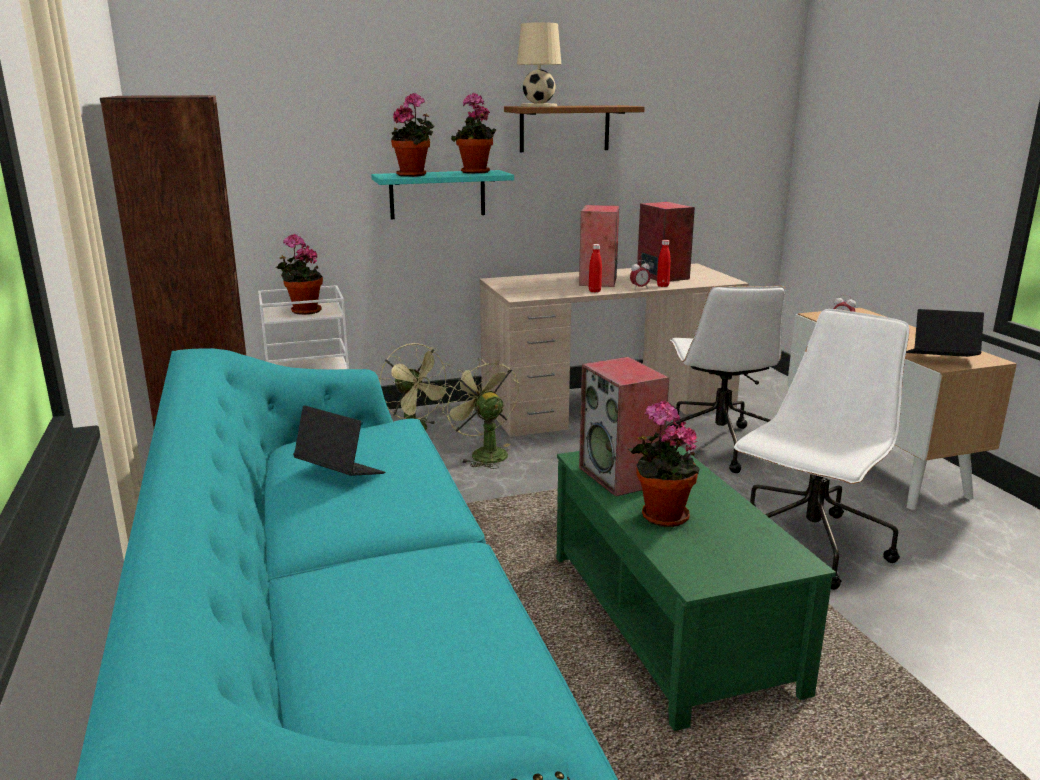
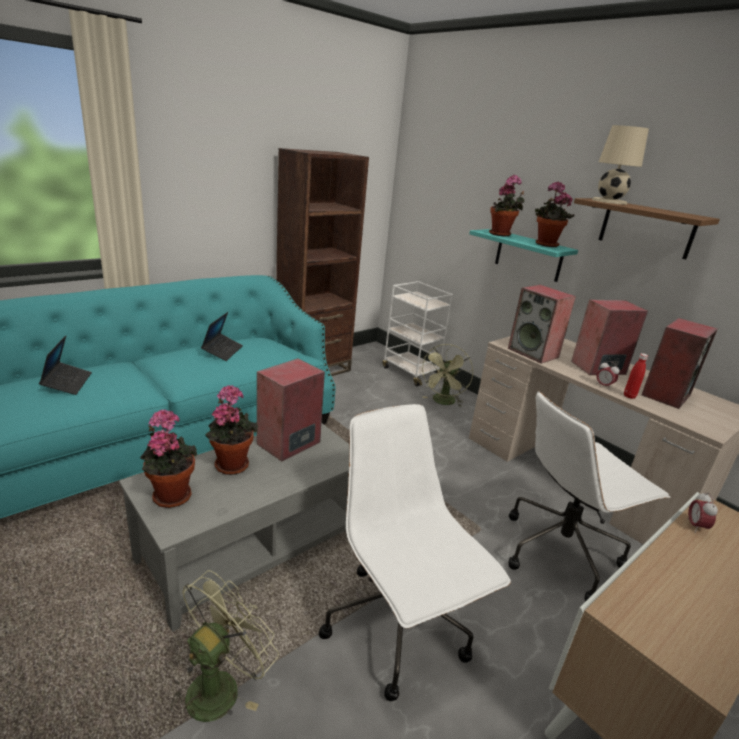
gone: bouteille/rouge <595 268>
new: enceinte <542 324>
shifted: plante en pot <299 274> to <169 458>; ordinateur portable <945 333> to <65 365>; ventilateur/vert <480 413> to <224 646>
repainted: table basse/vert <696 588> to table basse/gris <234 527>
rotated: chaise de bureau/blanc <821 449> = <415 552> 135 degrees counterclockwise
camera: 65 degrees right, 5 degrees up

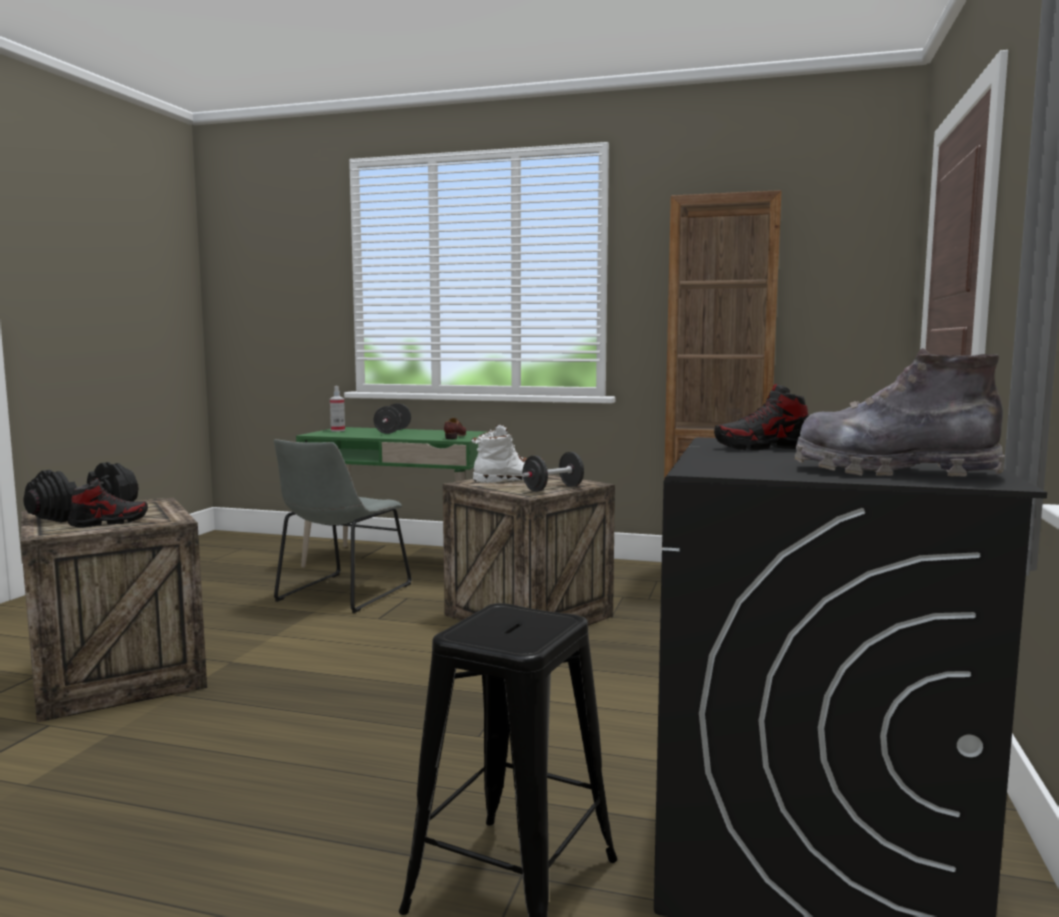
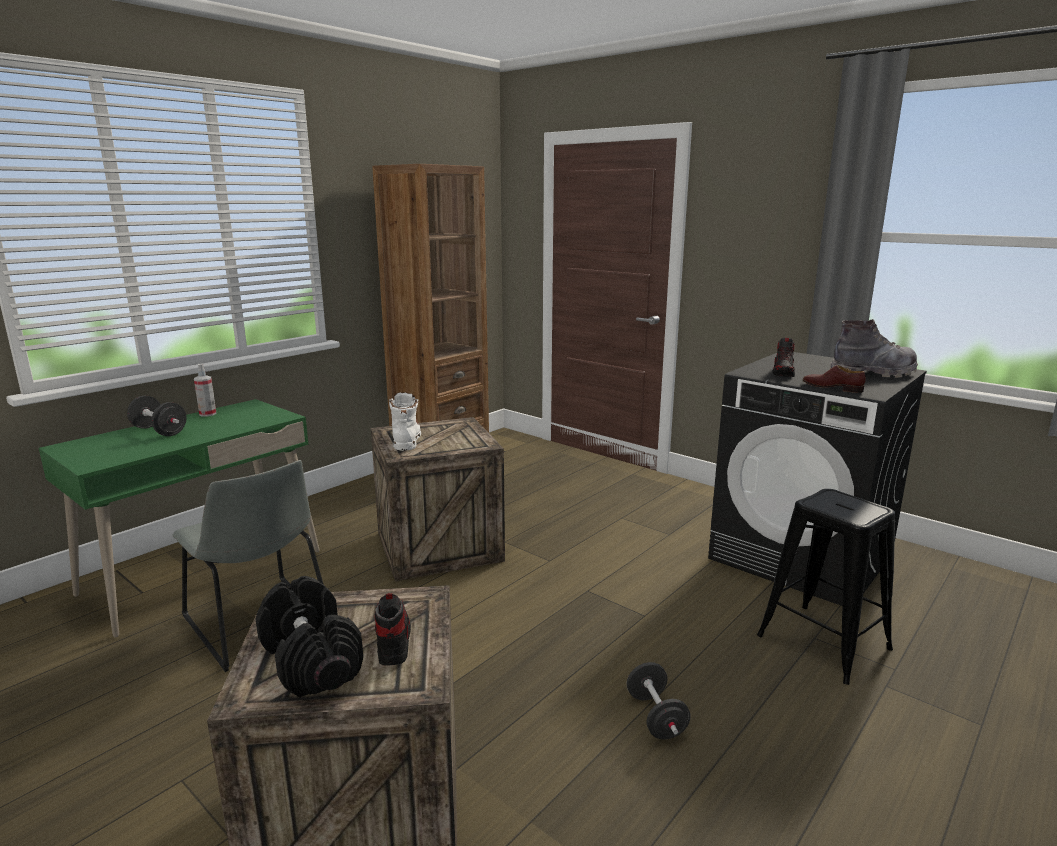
shifted: vaporisateur <337 409> to <205 390>; chaussure/marron <455 428> to <834 379>; haltère/noir <553 472> to <659 700>
rotated: botte/gris <900 412> = <874 348> 135 degrees counterclockwise
camera: 65 degrees left, 10 degrees up

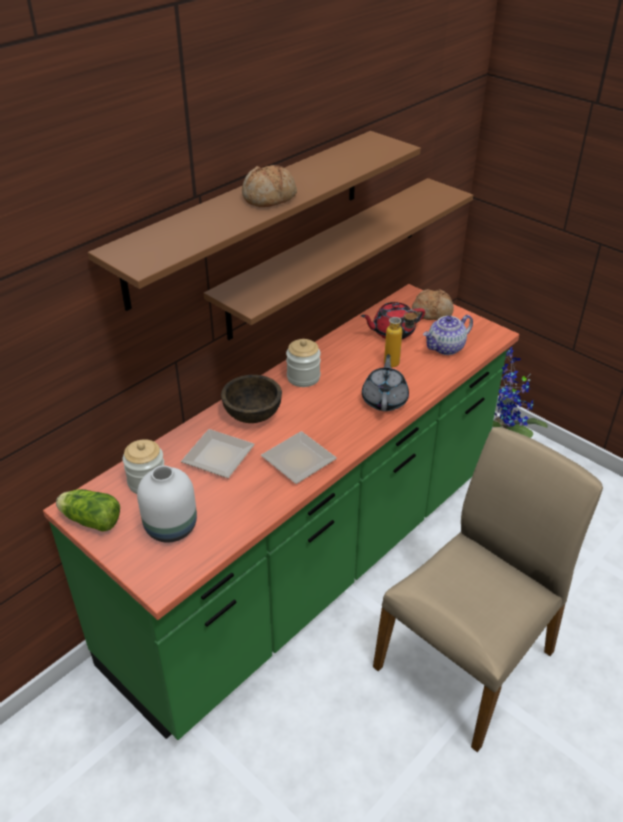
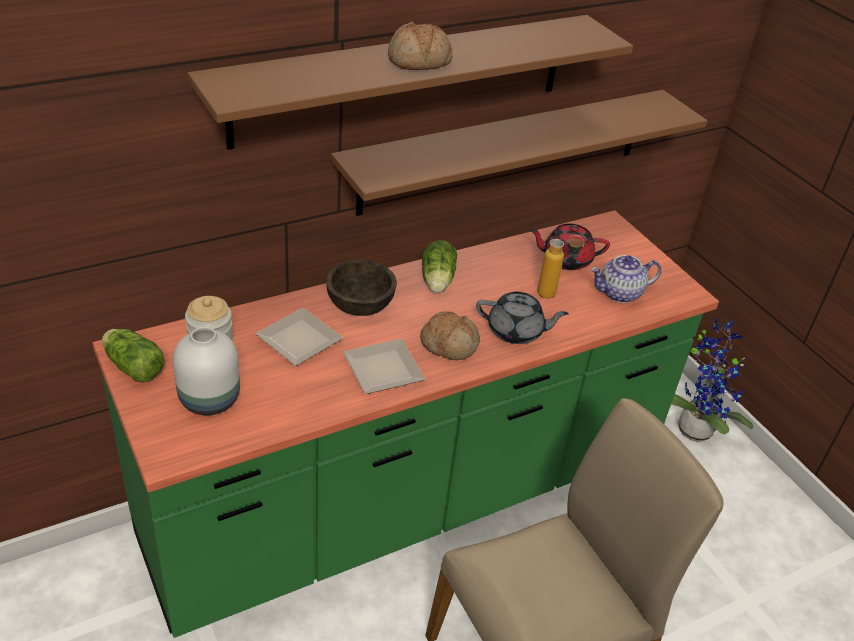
shifted: pain <433 304> to <450 335>
swapped: bocal <303 363> to laitue <440 266>
rotated: théière/gris <385 382> = <522 318> 75 degrees clockwise
camera: 15 degrees right, 0 degrees up

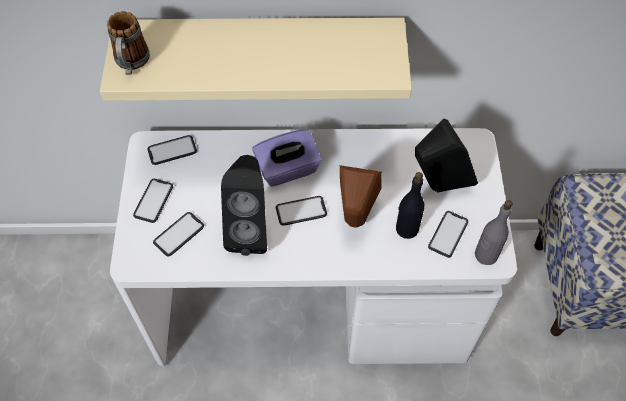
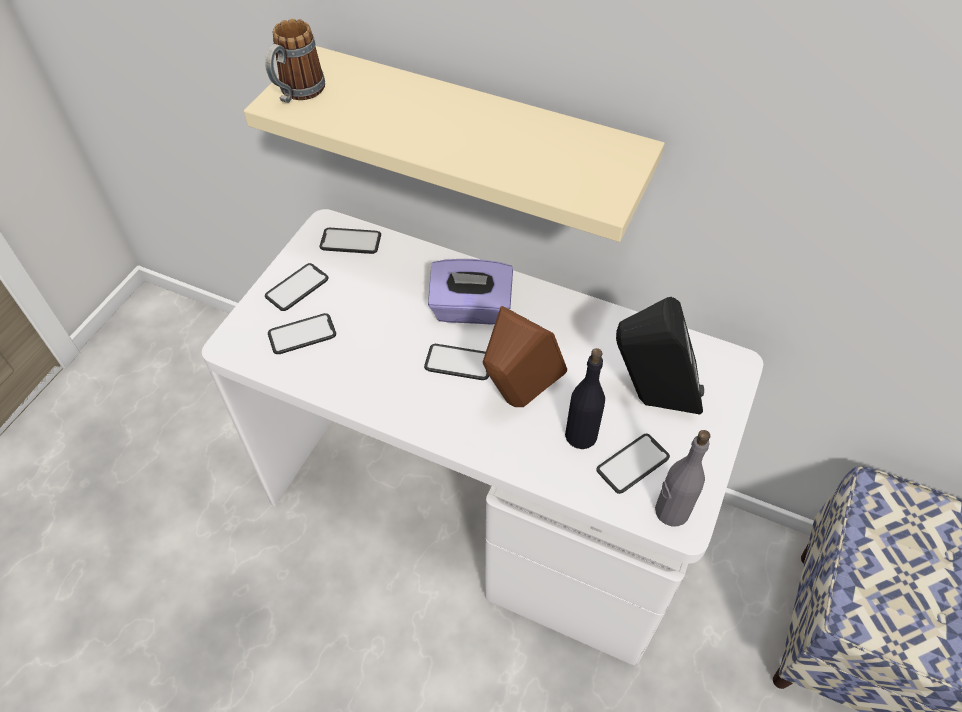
gone: enceinte/noir <244 205>
camera: 25 degrees right, 5 degrees down

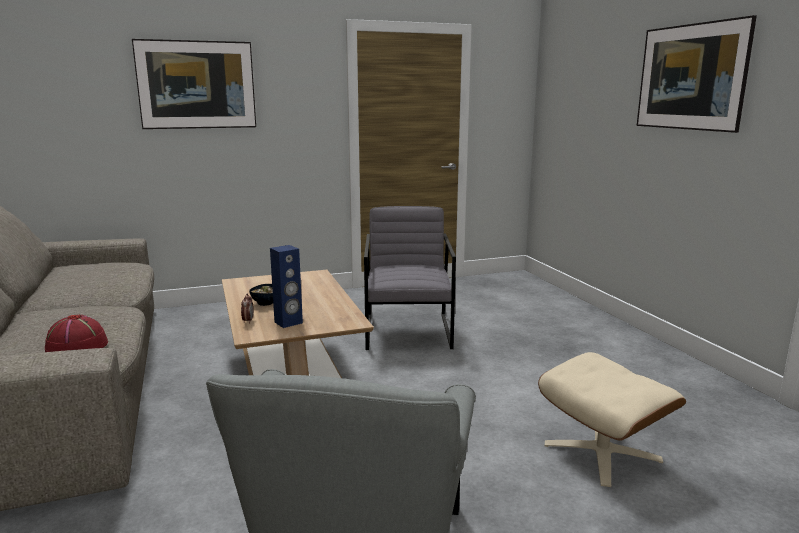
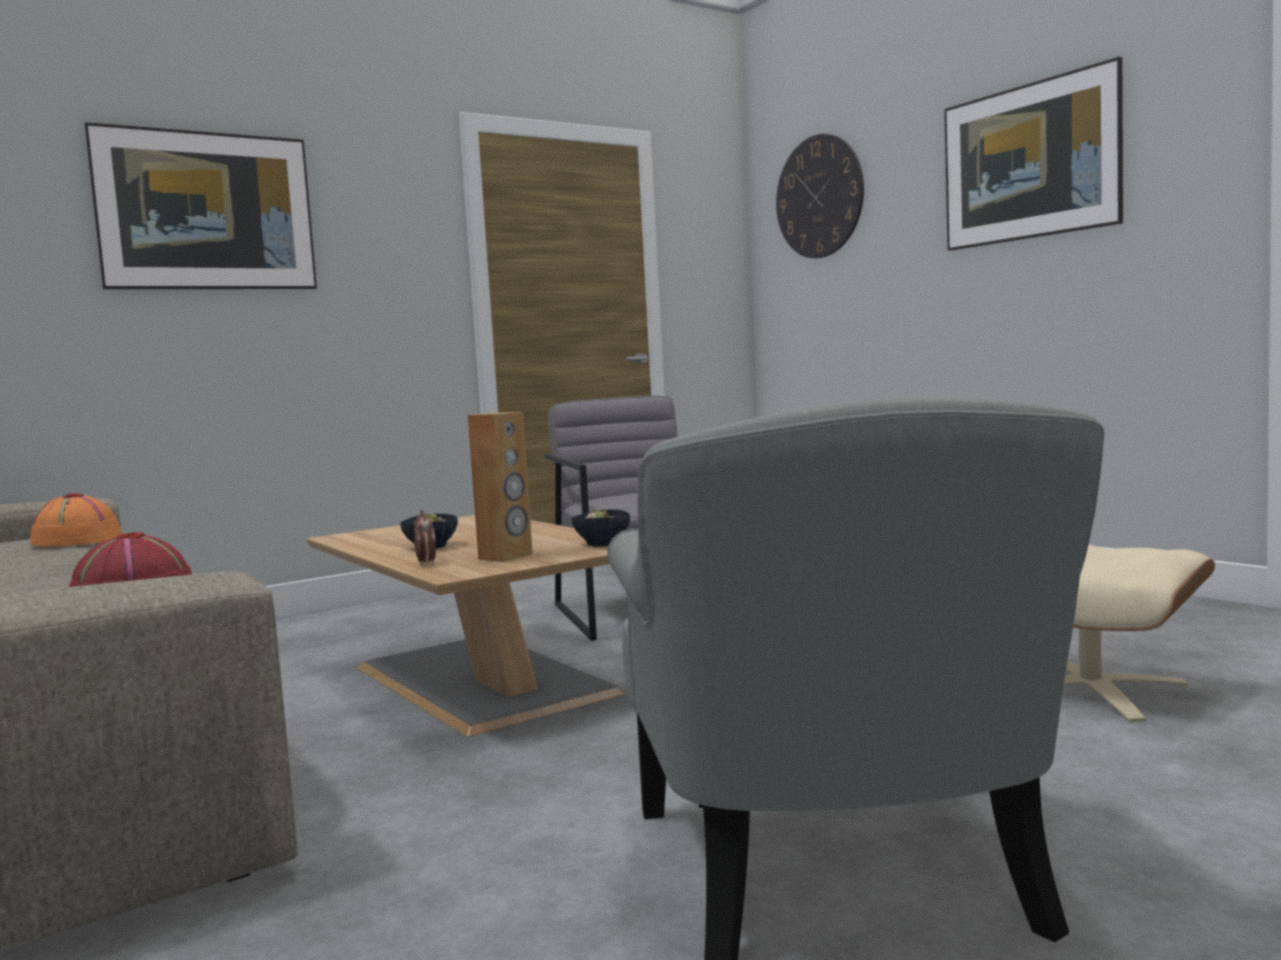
new: horloge murale <820 196>; chapeau/orange <76 519>; bol <600 527>
repainted: enceinte/bleu <286 286> to enceinte/marron <500 487>
camera: 15 degrees left, 10 degrees down

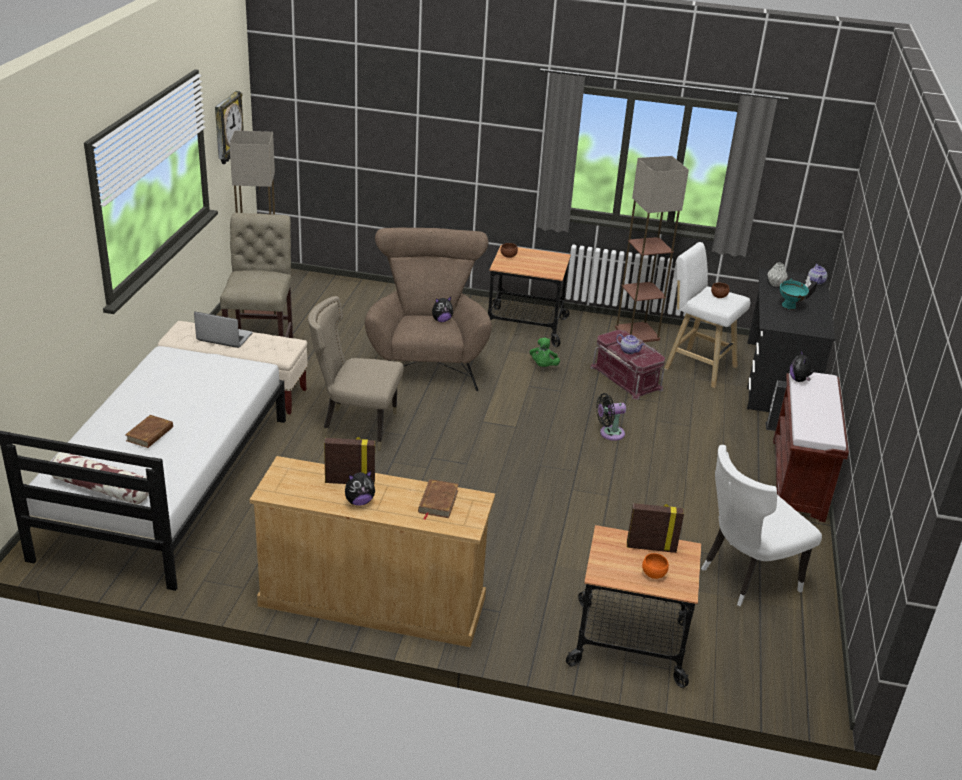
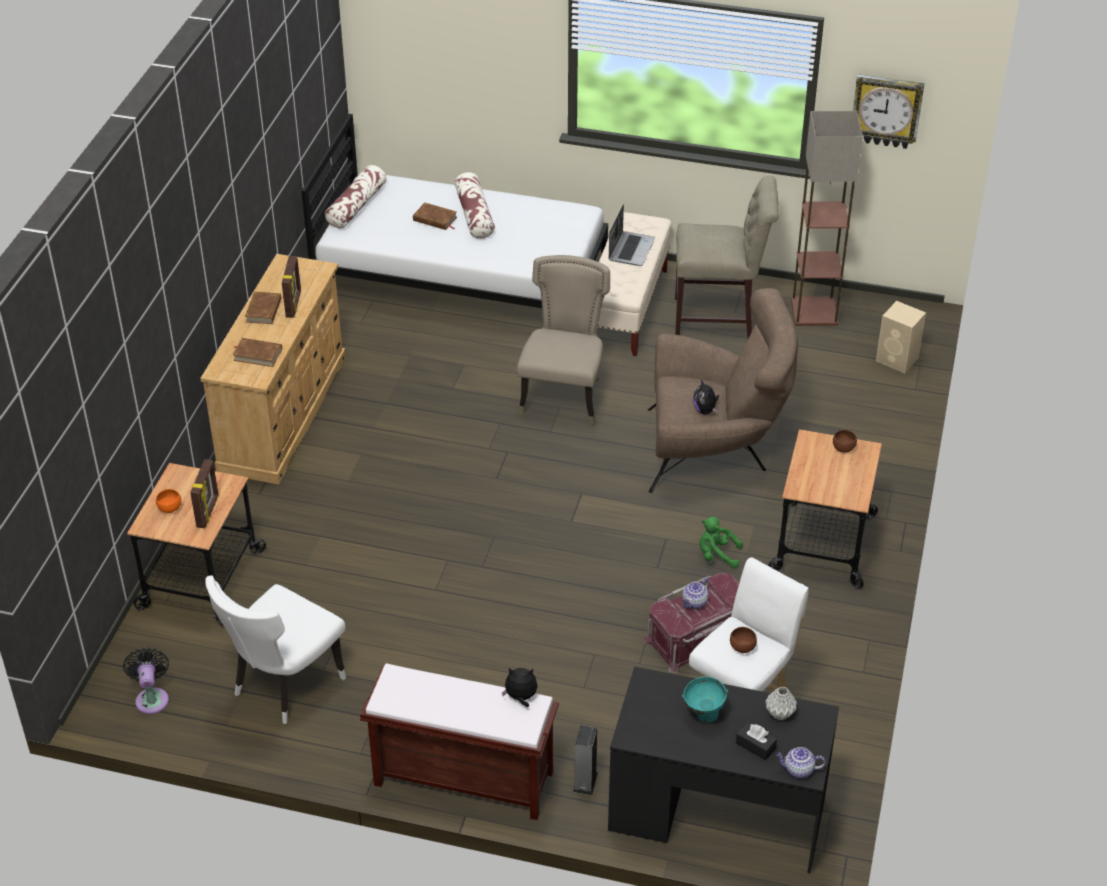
gone: lampadaire <652 249>
new: coussin <475 205>; enceinte/beige <901 337>
shifted: ventilateur/noir <611 417> to <146 680>
swapped: peluche <360 488> to livre/marron <263 308>
rotated: chaise/blanc <761 525> = <275 649> 120 degrees counterclockwise
camera: 95 degrees right, 10 degrees up

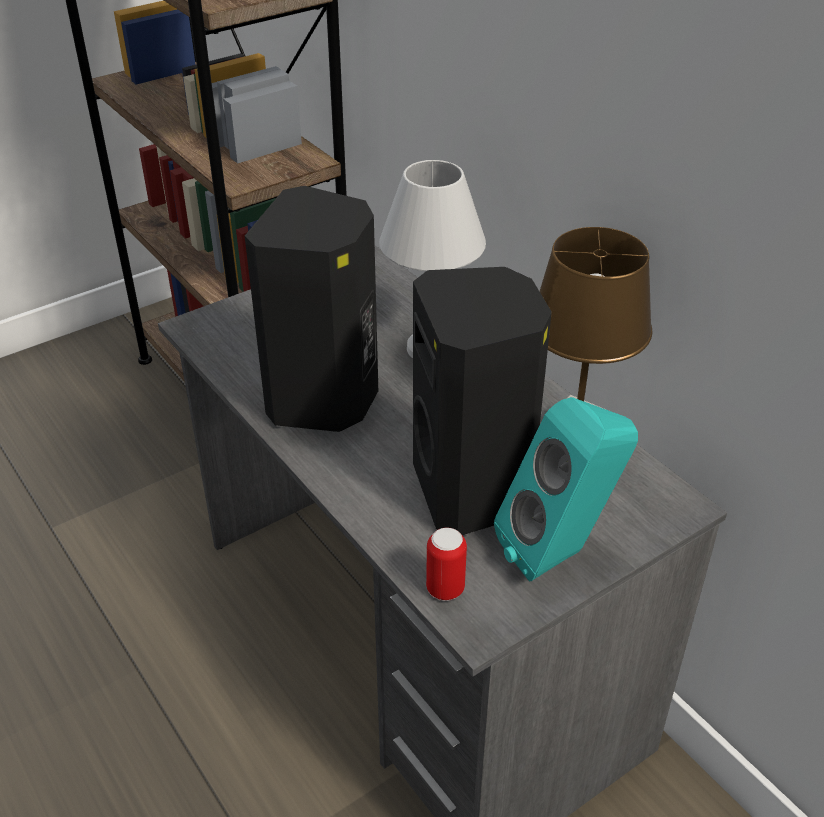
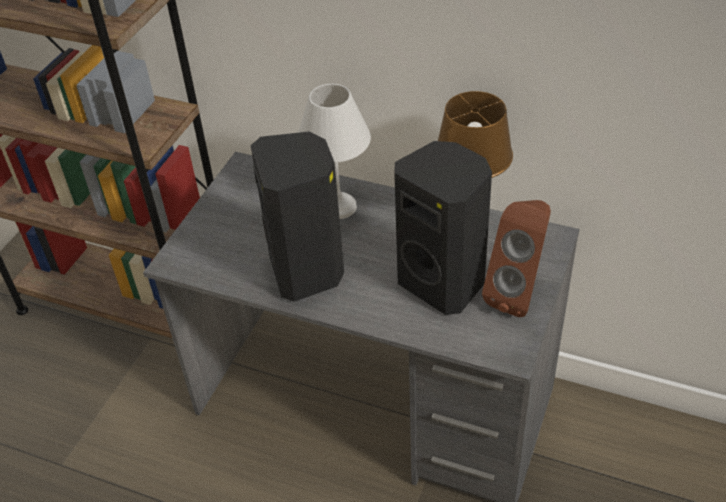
gone: boîte métallique <446 564>
repainted: enceinte/turquoise <566 489> to enceinte/marron <516 258>
camera: 30 degrees left, 5 degrees up

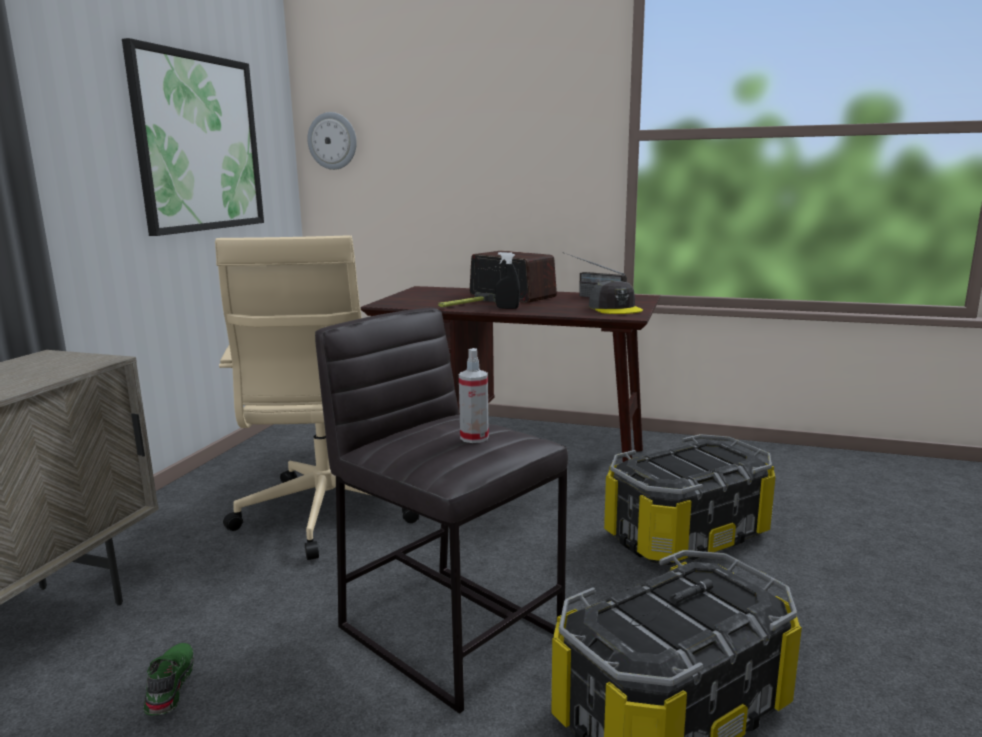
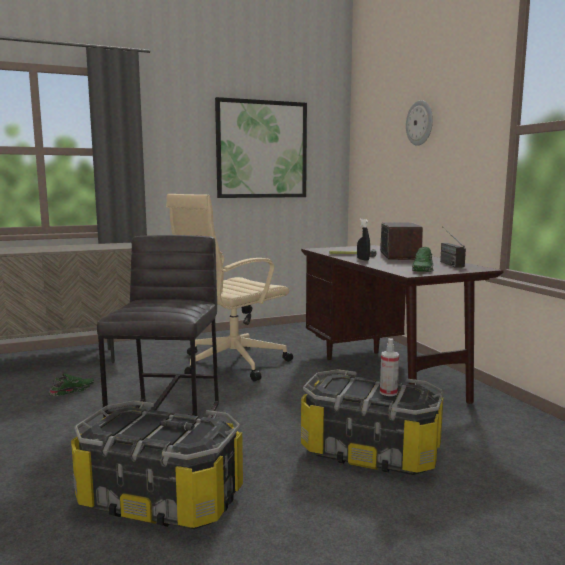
shifted: horloge murale <332 141> to <419 123>; vaporisateur <474 395> to <389 367>
swapped: casquette/gris <616 297> to chaussure/vert <423 259>
camera: 50 degrees right, 5 degrees down

